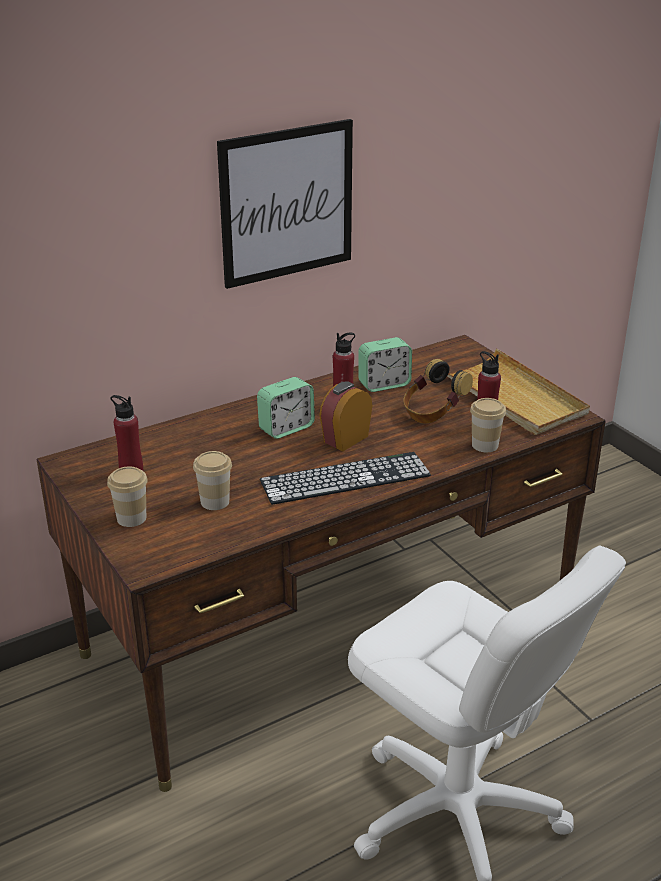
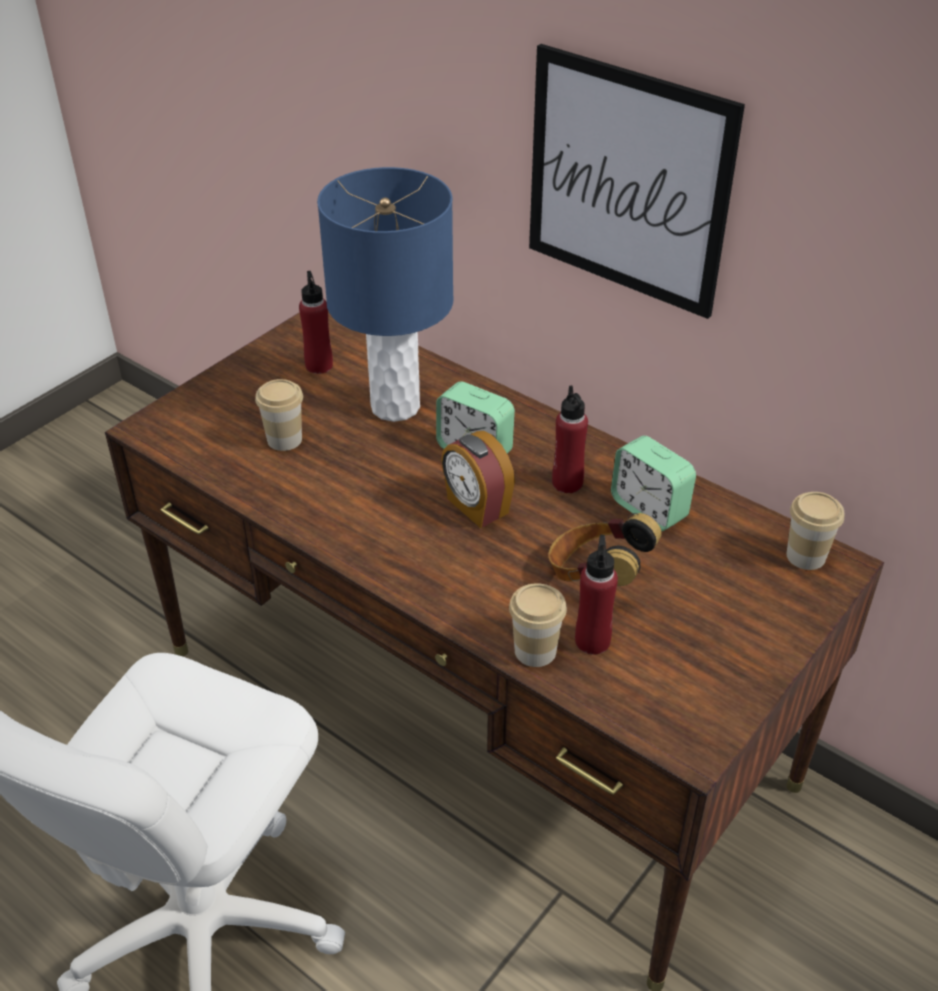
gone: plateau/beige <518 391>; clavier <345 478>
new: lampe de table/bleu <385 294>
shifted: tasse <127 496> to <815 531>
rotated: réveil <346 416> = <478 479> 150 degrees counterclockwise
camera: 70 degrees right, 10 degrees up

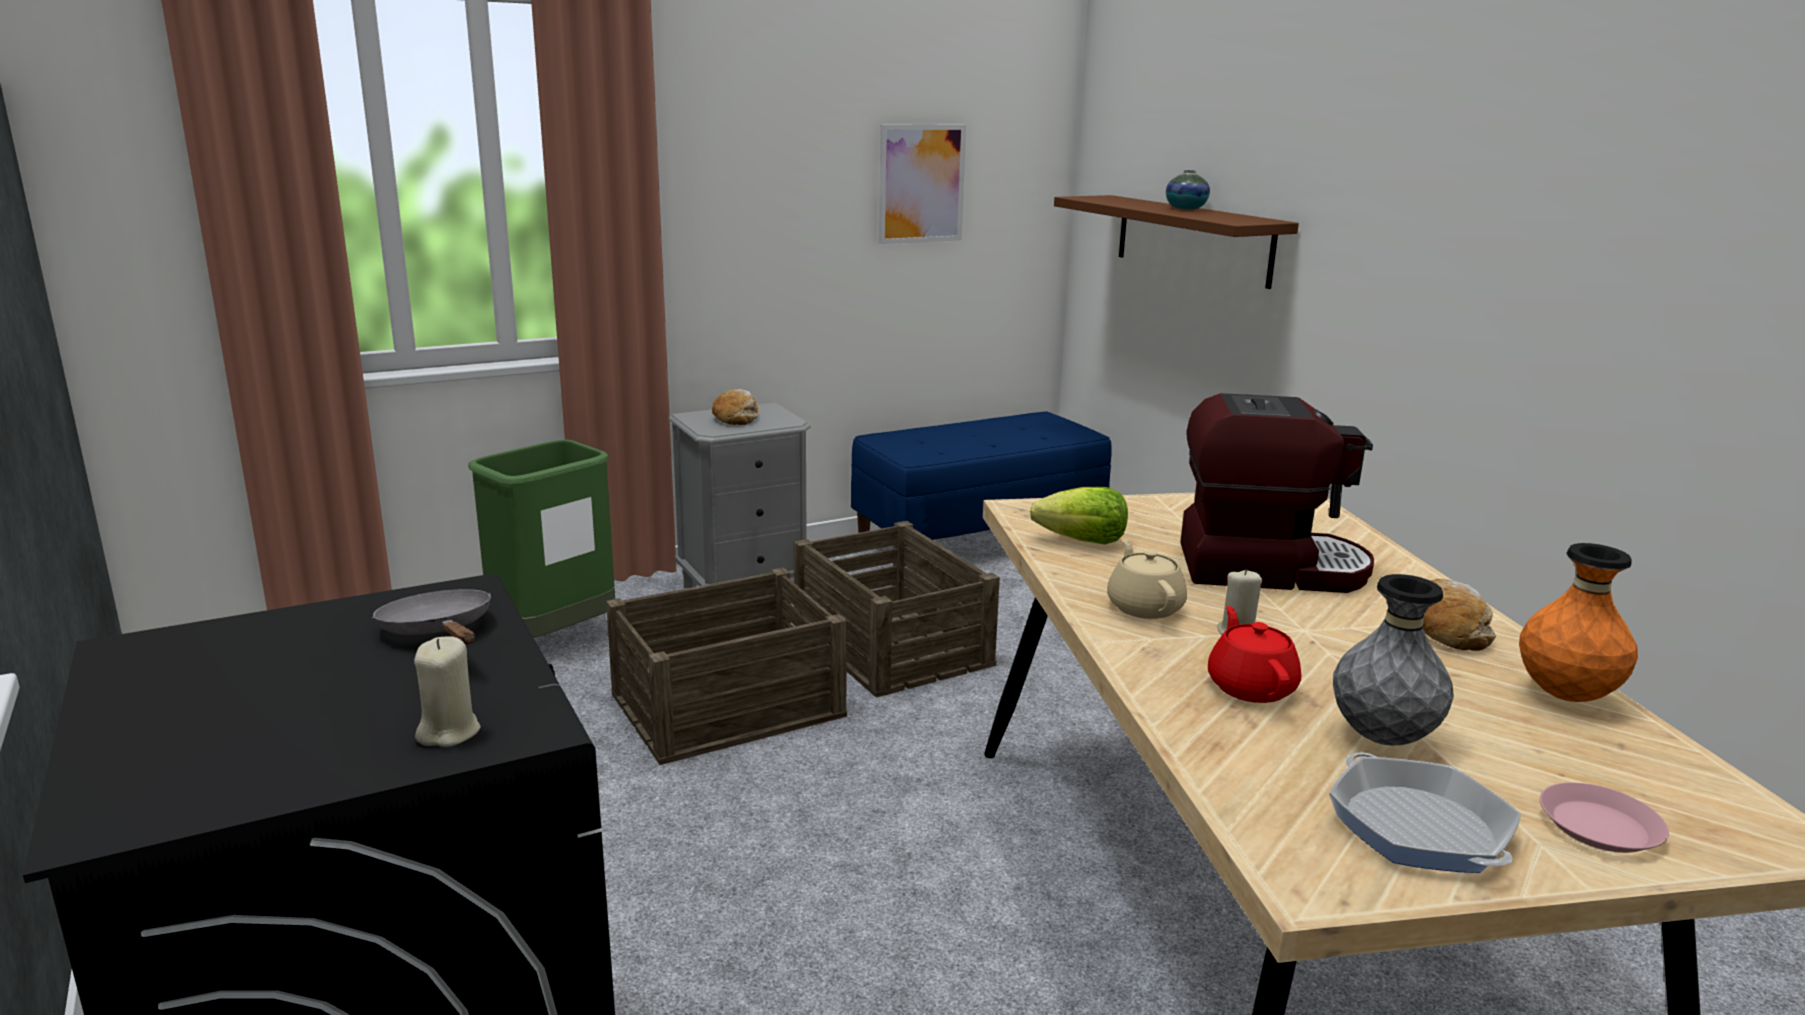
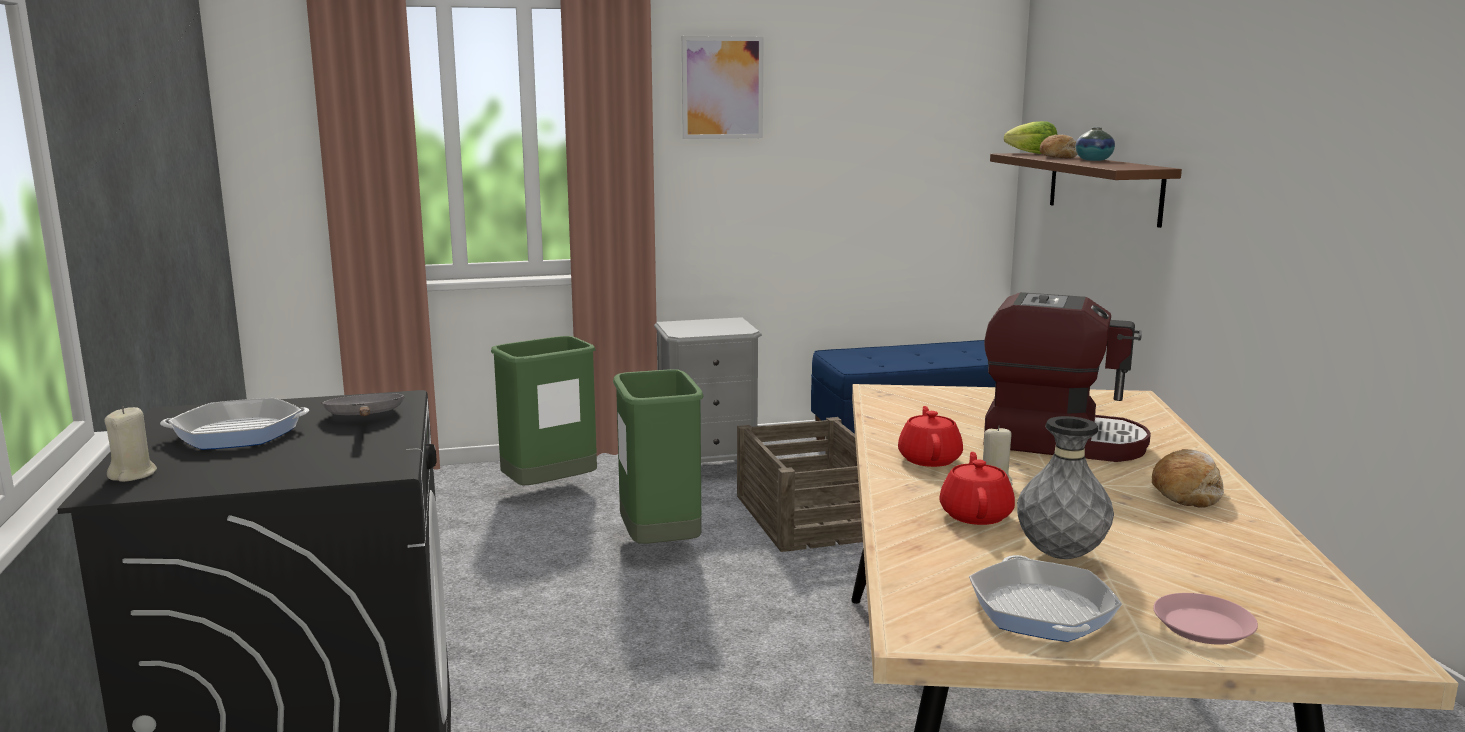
gone: vase/orange <1578 622>
new: poêle <234 424>
shifted: tableau <922 184> to <723 87>; pain <735 407> to <1058 146>; laitue <1079 515> to <1030 137>; bougie/beige <447 691> to <130 444>
swapped: caisse <726 666> to poubelle/vert <658 456>
repainted: théière/beige <1147 579> to théière/rouge <930 436>
camera: 15 degrees right, 5 degrees down

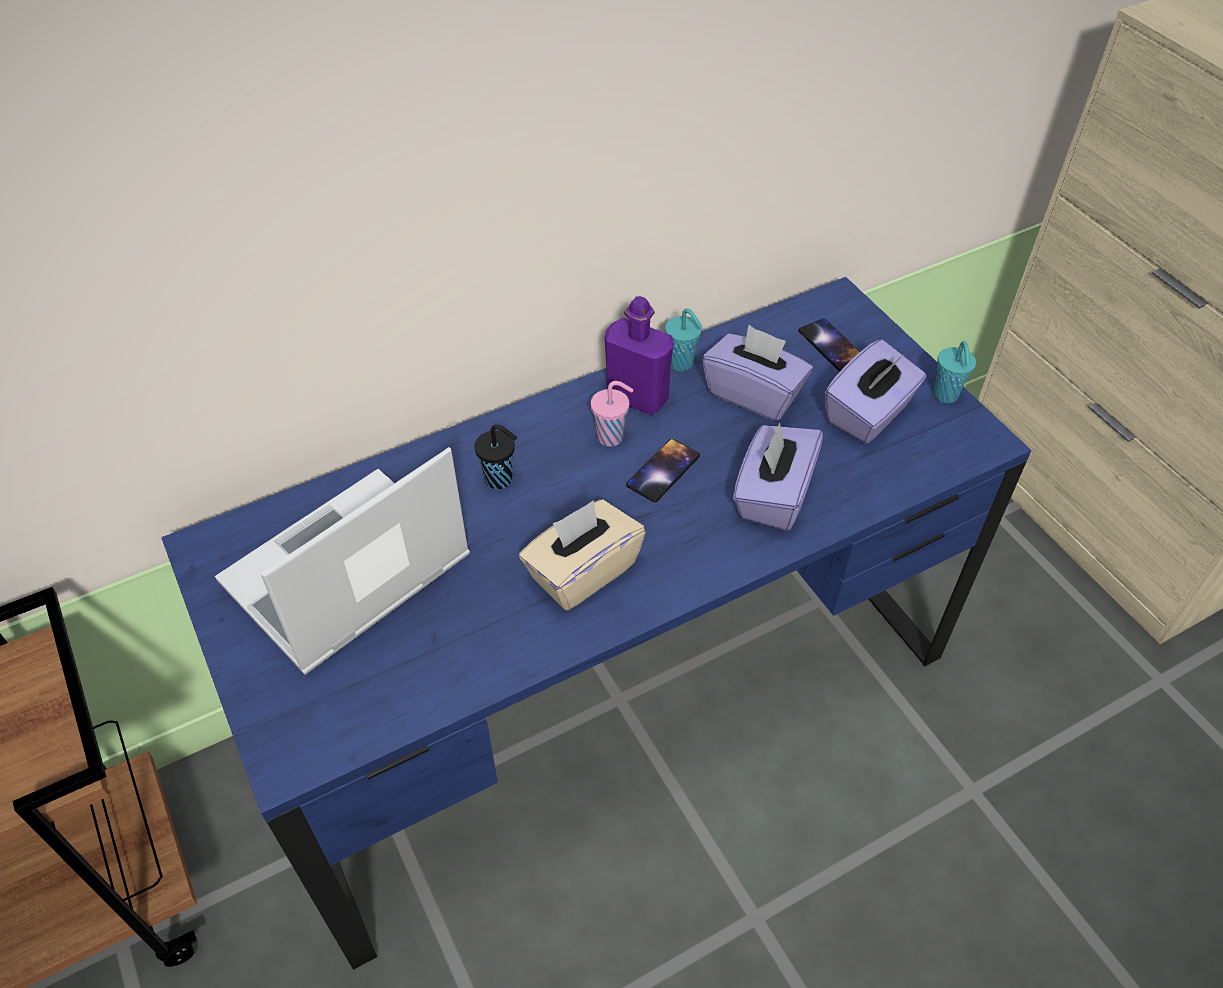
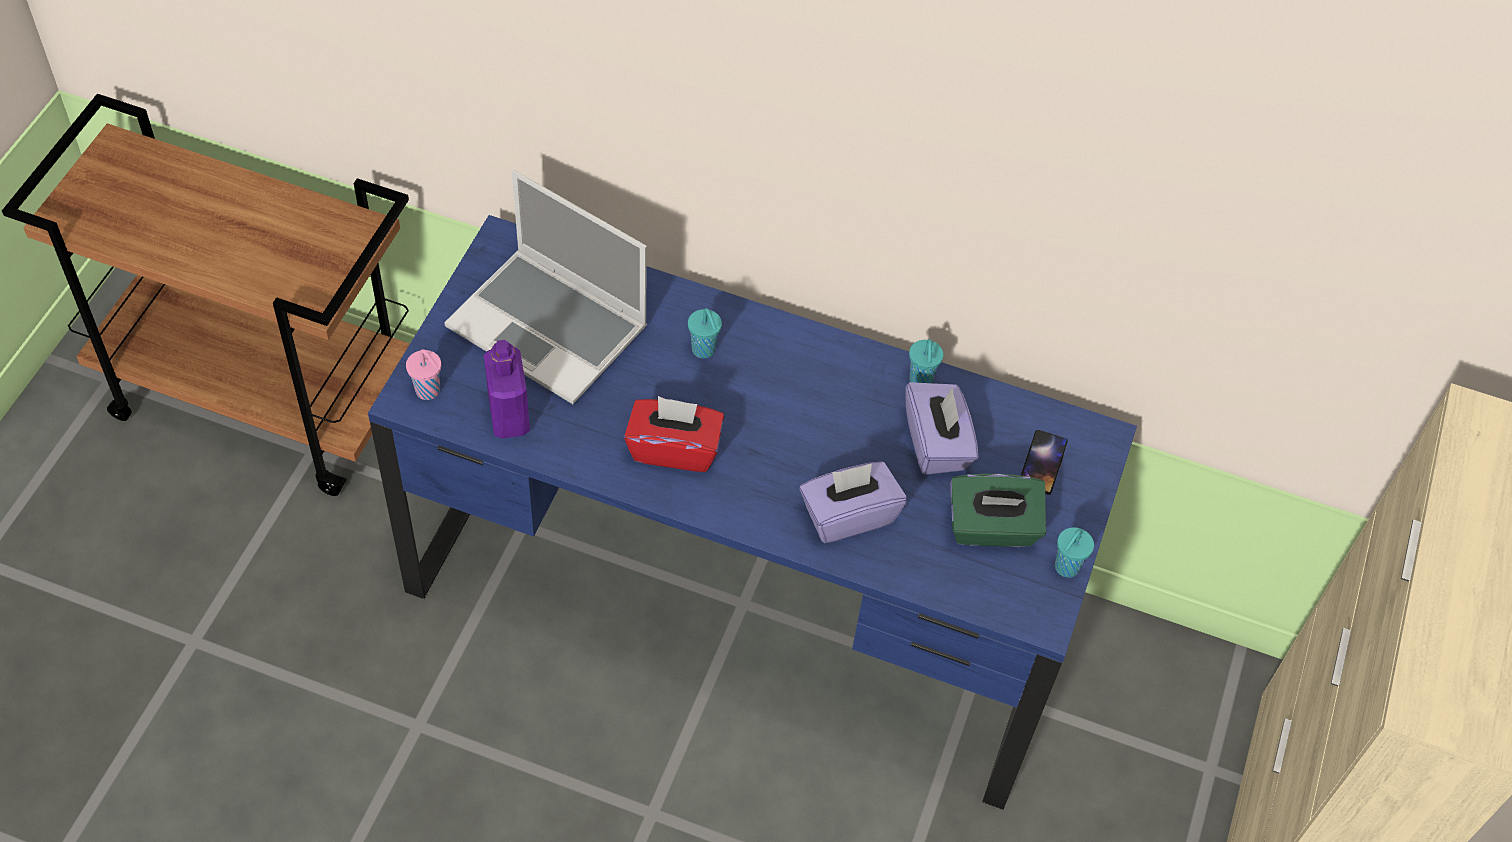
gone: téléphone <663 470>
shifted: bouteille/violet <639 355> to <507 389>; tasse/rose <612 414> to <423 374>
repainted: boîte à mouchoirs/violet <875 392> to boîte à mouchoirs/vert <998 510>; tasse/noir <495 456> to tasse/turquoise <705 333>; boîte à mouchoirs/beige <582 554> to boîte à mouchoirs/rouge <674 434>
rotated: ordinateur portable <342 561> = <545 287> 150 degrees counterclockwise
camera: 45 degrees right, 5 degrees up

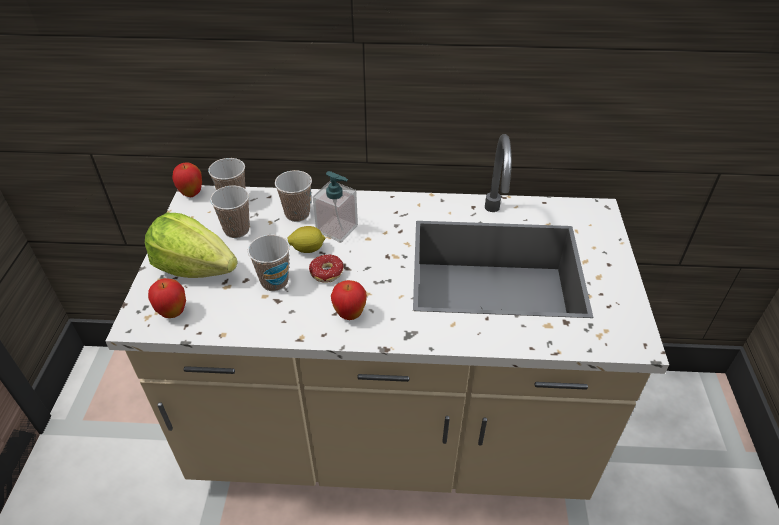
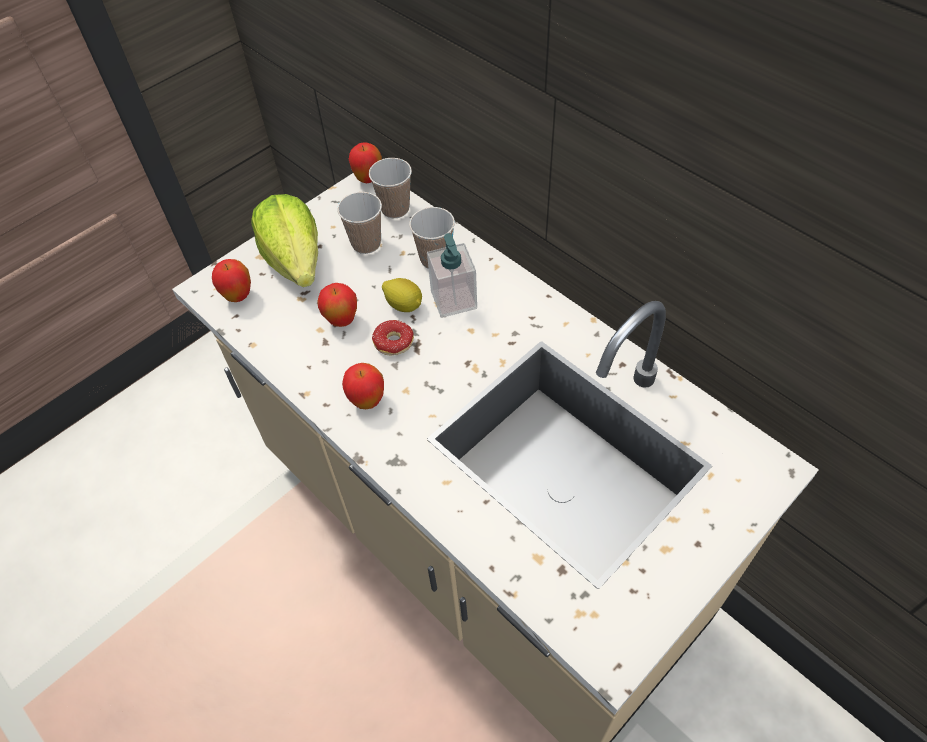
swapped: tasse <269 262> to pomme <337 305>
camera: 45 degrees right, 10 degrees up

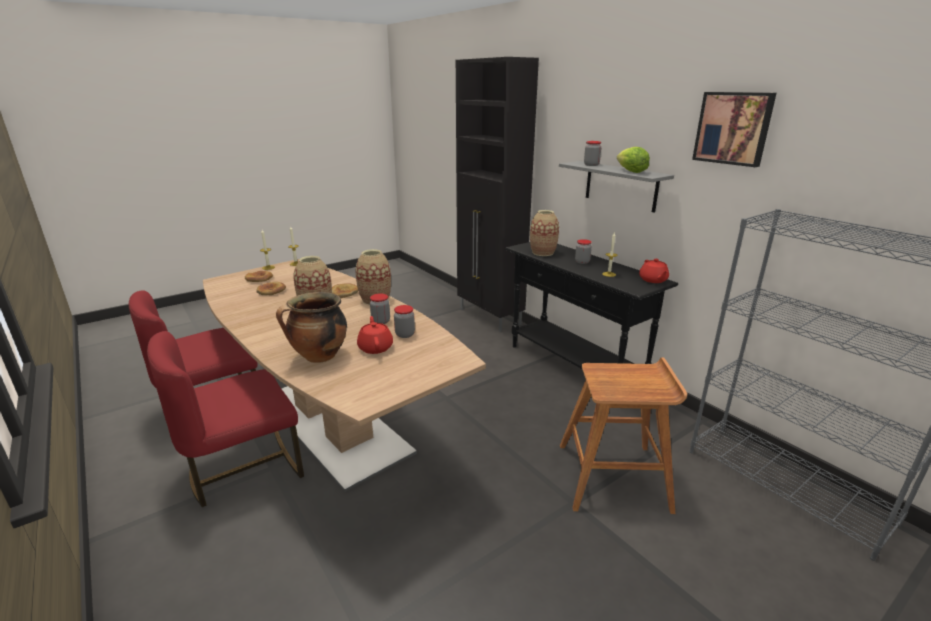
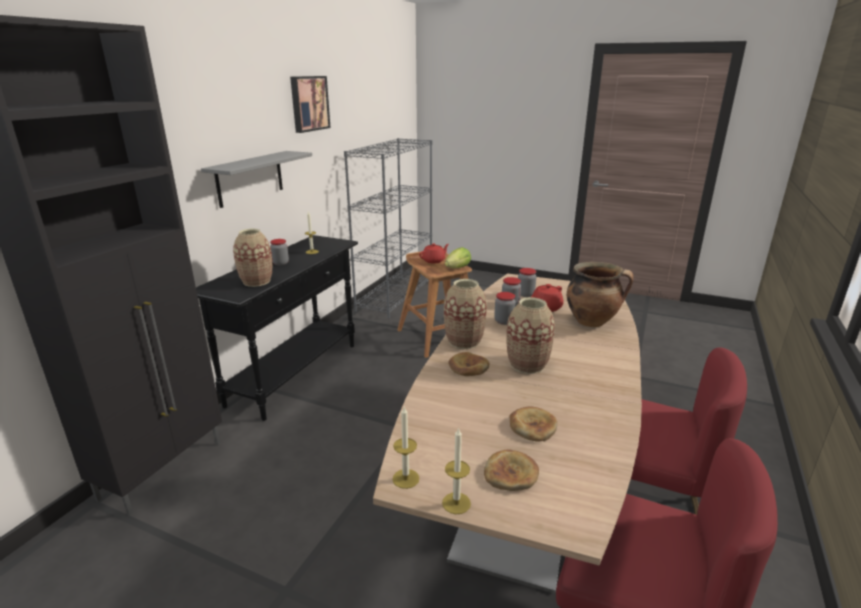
shifted: bocal <592 153> to <527 282>; laitue <633 160> to <458 257>; théière/rouge <654 271> to <434 253>
camera: 120 degrees left, 0 degrees up

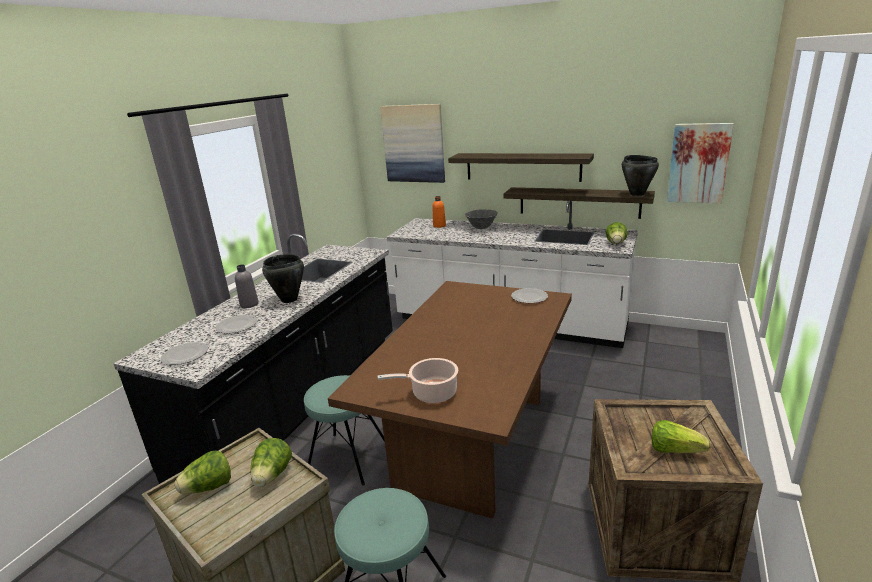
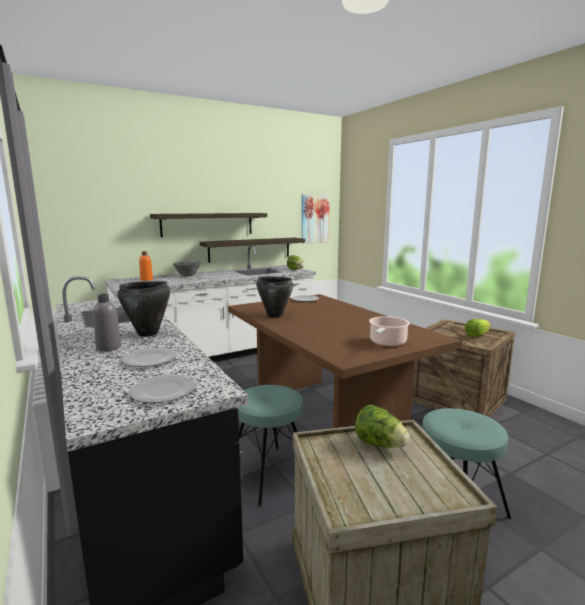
gone: tableau <412 143>; laitue <202 472>
shifted: marmite/noir <640 175> to <274 297>
camera: 55 degrees left, 10 degrees down

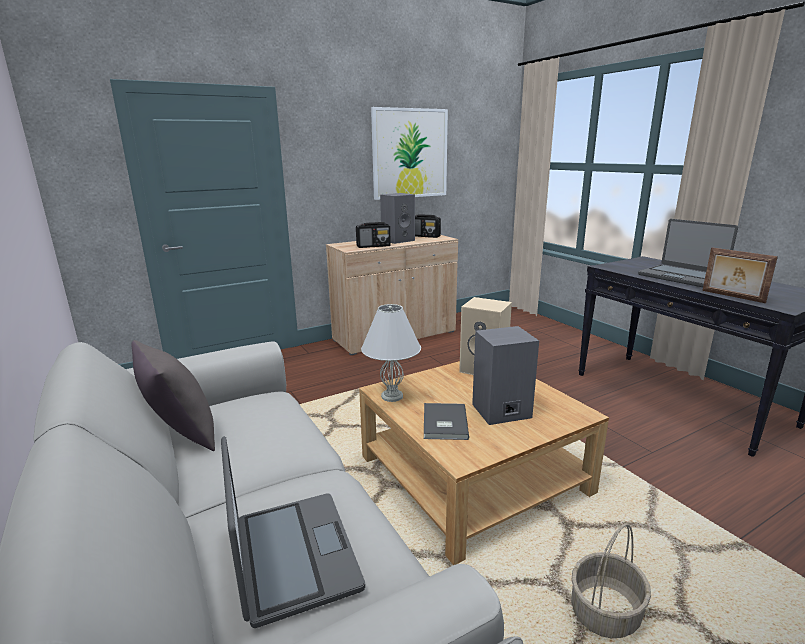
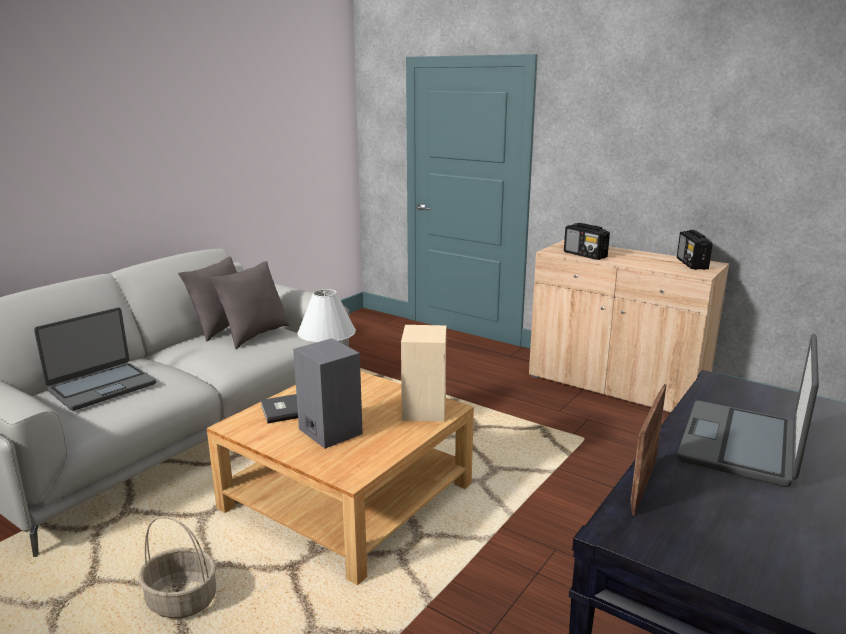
gone: tableau <409 153>; enceinte/gris <397 218>
new: coussin/gris <249 305>
camera: 65 degrees right, 0 degrees up

